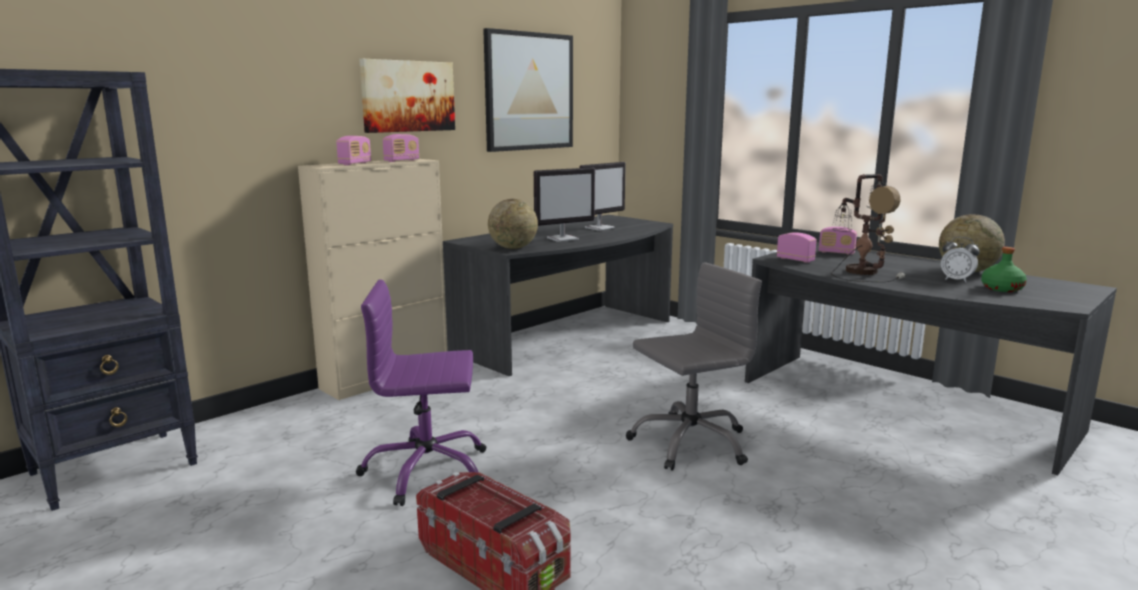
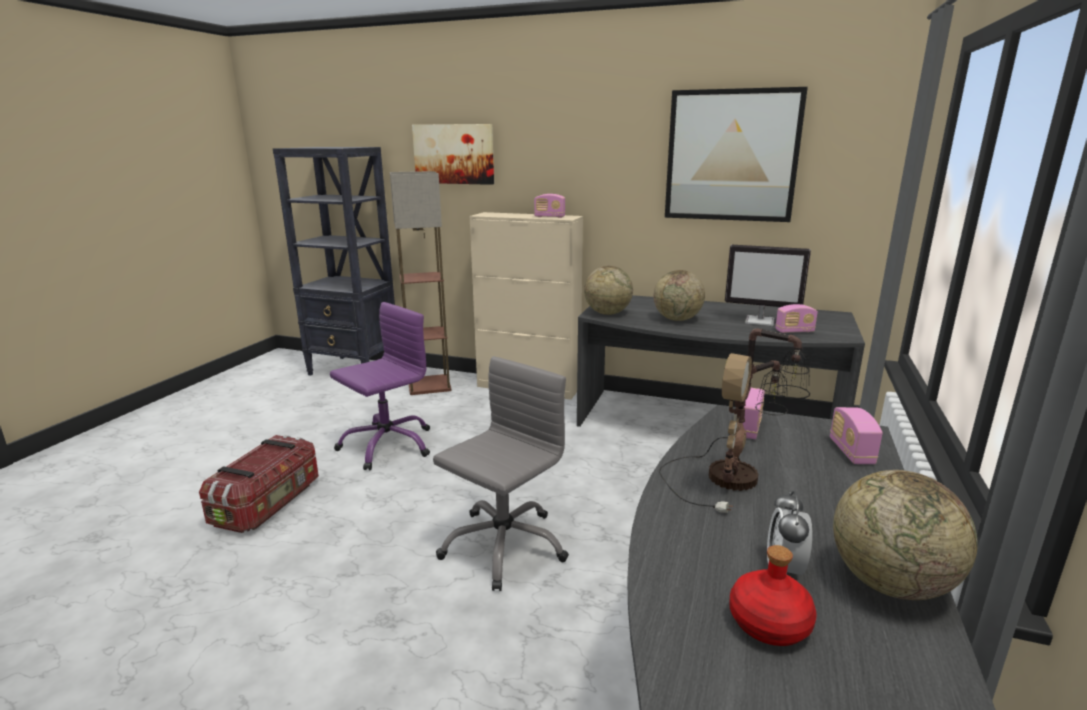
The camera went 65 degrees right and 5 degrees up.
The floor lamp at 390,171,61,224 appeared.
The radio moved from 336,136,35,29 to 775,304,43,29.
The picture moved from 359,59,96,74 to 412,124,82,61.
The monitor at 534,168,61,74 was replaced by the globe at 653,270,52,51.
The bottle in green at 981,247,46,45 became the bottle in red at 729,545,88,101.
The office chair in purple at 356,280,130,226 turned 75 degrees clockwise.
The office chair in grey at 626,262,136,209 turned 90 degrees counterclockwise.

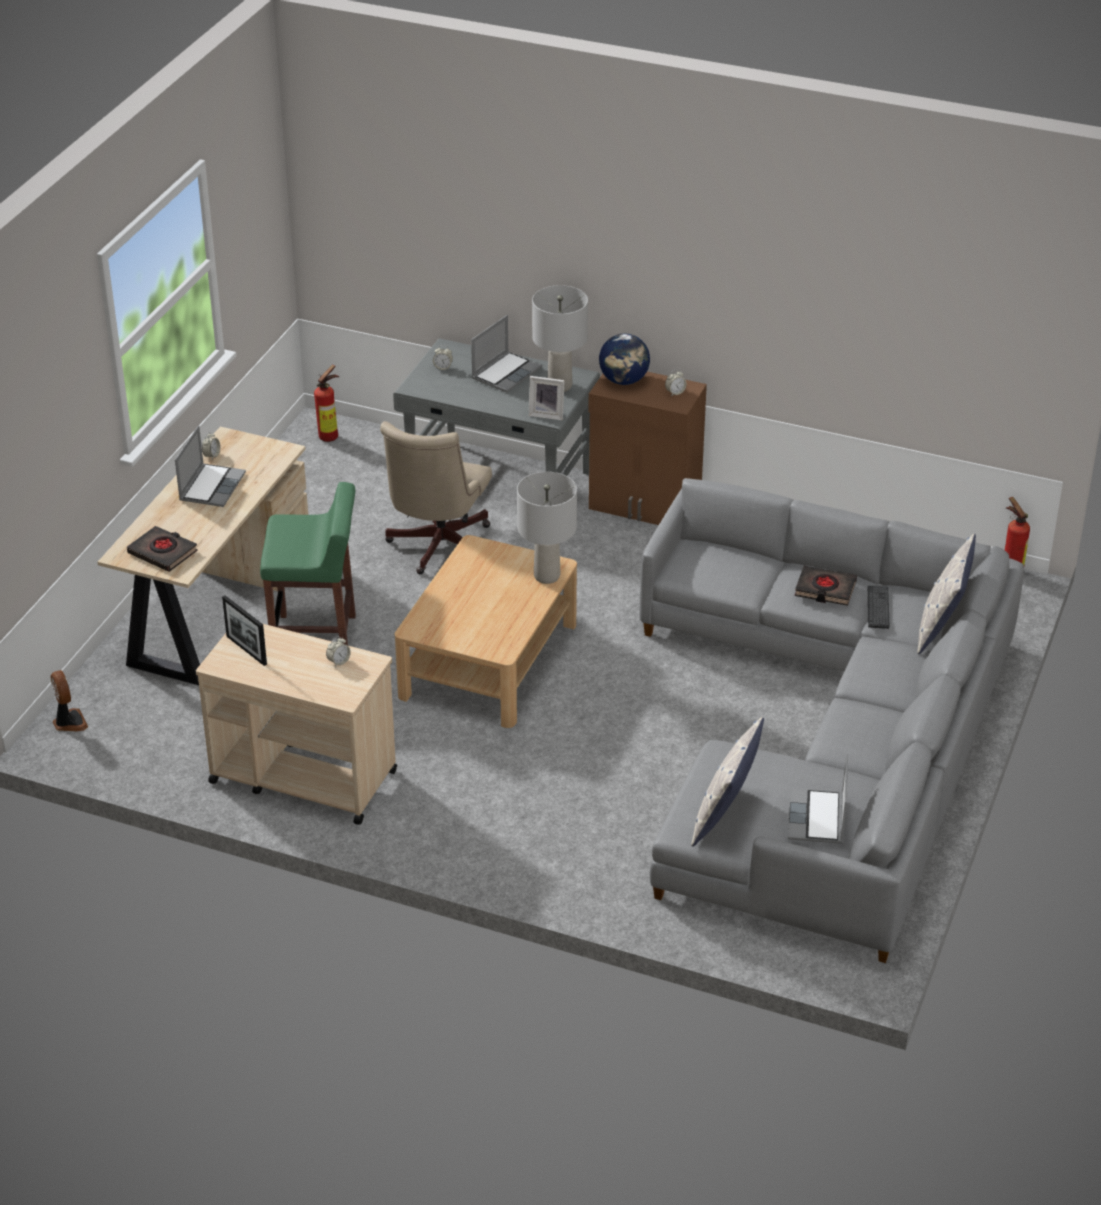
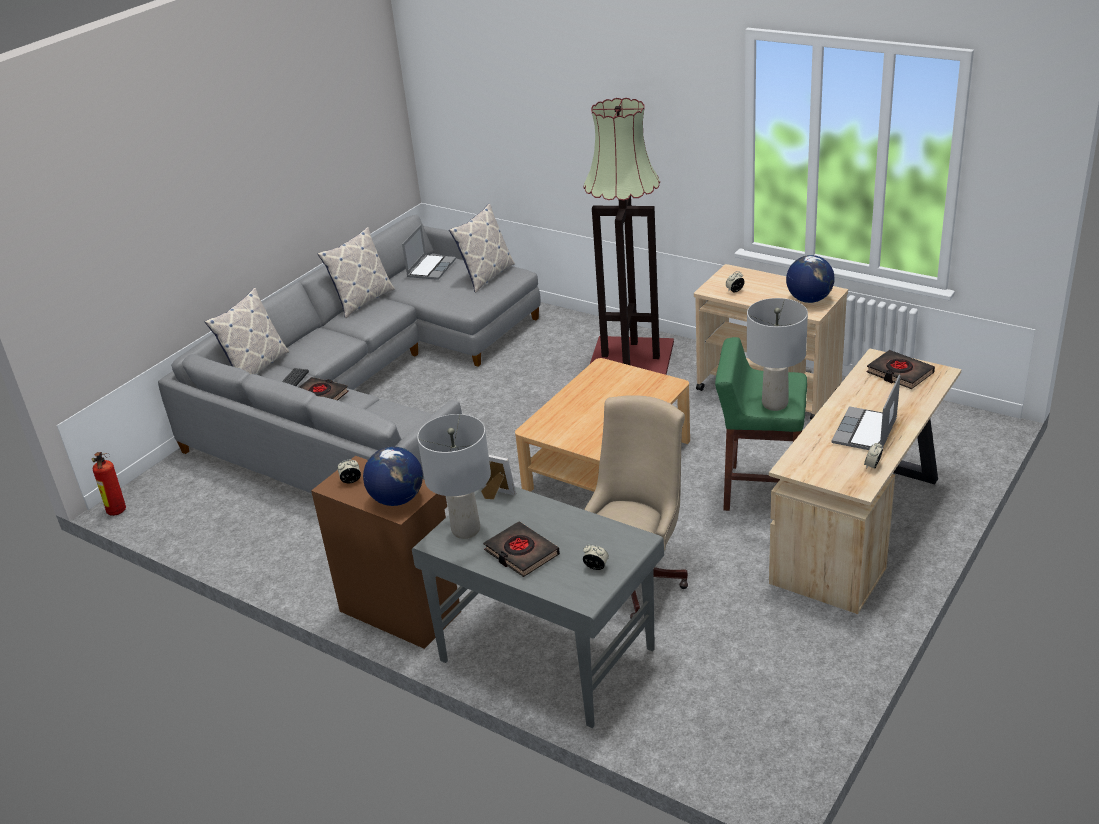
The camera went 165 degrees left and 5 degrees down.
The fan at 51,670,37,61 disappeared.
The fire extinguisher at 314,365,25,77 disappeared.
The pillow at 317,227,78,91 appeared.
The floor lamp at 583,98,91,277 appeared.
The table lamp in grey moved from 517,472,60,112 to 747,298,61,113.
The picture frame at 222,596,45,70 was replaced by the globe at 786,255,49,48.
The laptop at 471,315,71,78 was replaced by the book in black at 483,522,77,55.

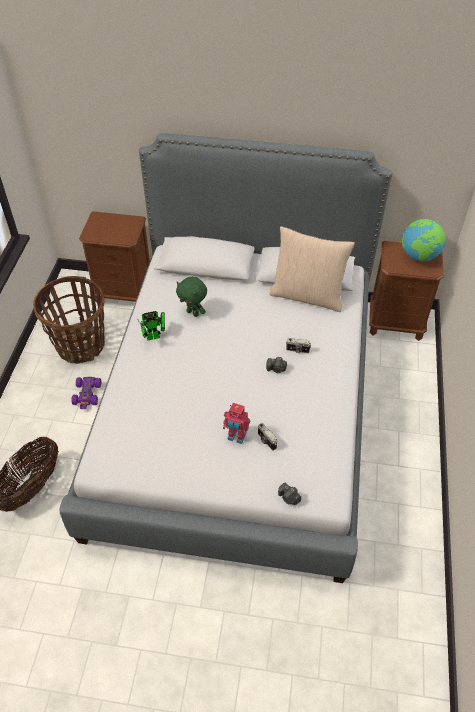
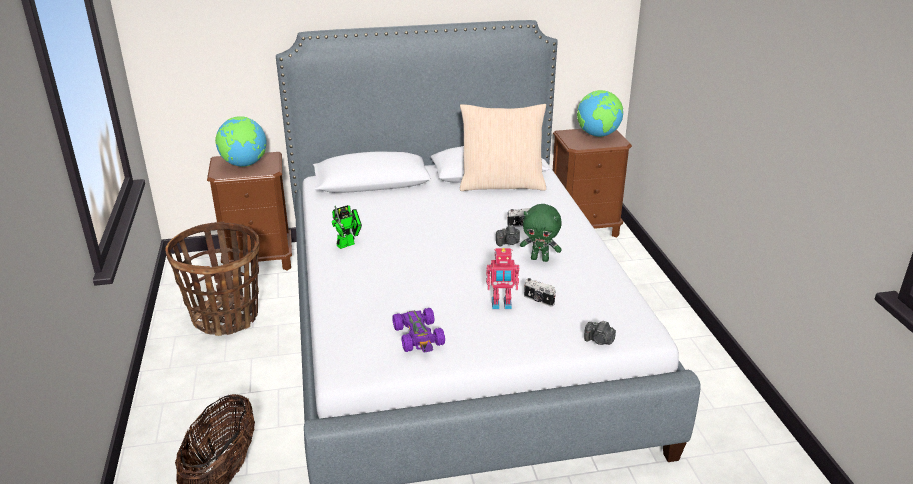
The camera went 20 degrees left and 20 degrees down.
The globe at 215,116,51,51 appeared.
The toy car in purple moved from 72,377,29,32 to 392,308,53,44.
The plush toy in green moved from 176,276,31,41 to 520,204,42,58.

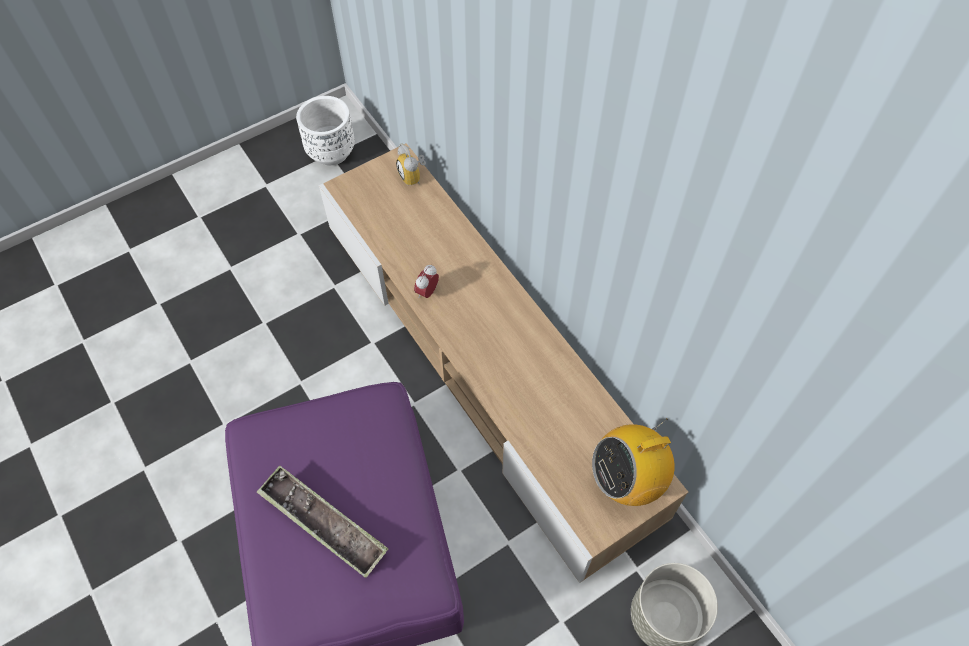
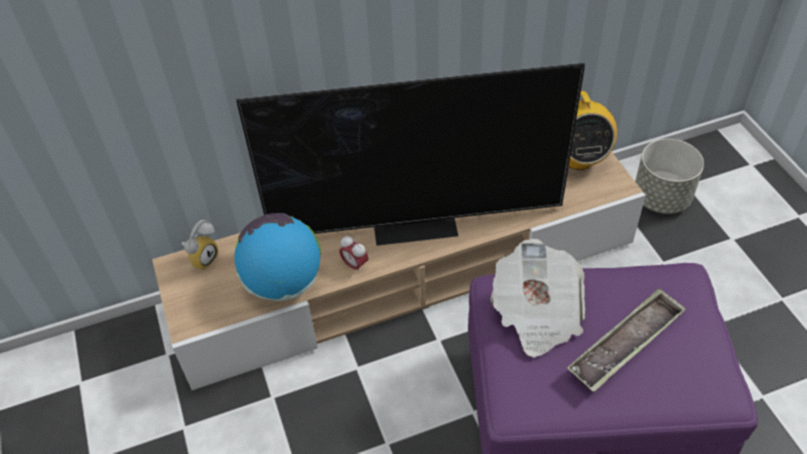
The camera went 75 degrees left and 10 degrees down.
The planter in white at 296,96,59,70 disappeared.
The globe at 234,213,87,88 appeared.
The television at 236,63,349,183 appeared.
The newspaper at 491,239,94,119 appeared.
The alarm clock at 396,144,30,41 turned 45 degrees counterclockwise.

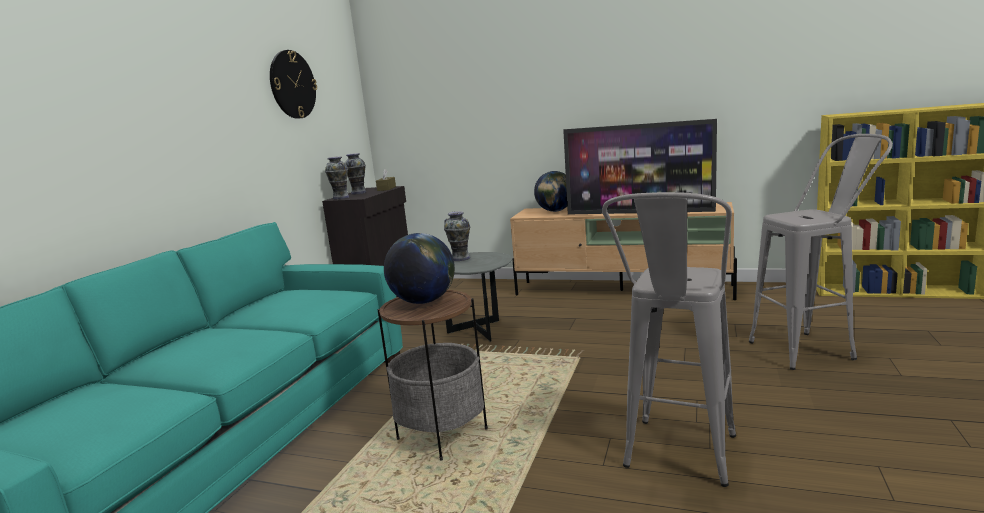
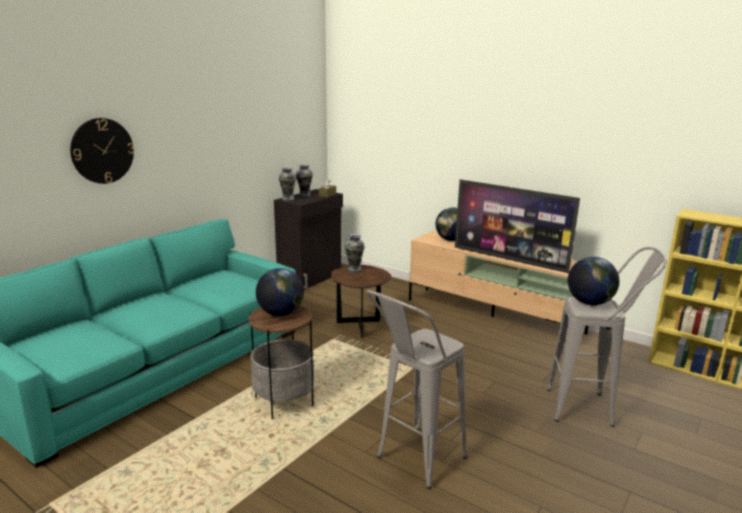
The camera went 15 degrees right and 5 degrees up.
The globe at 568,257,51,48 appeared.
The wall clock moved from 270,50,47,69 to 70,118,65,66.
The side table in grey at 446,252,66,90 became the side table in brown at 331,265,60,73.

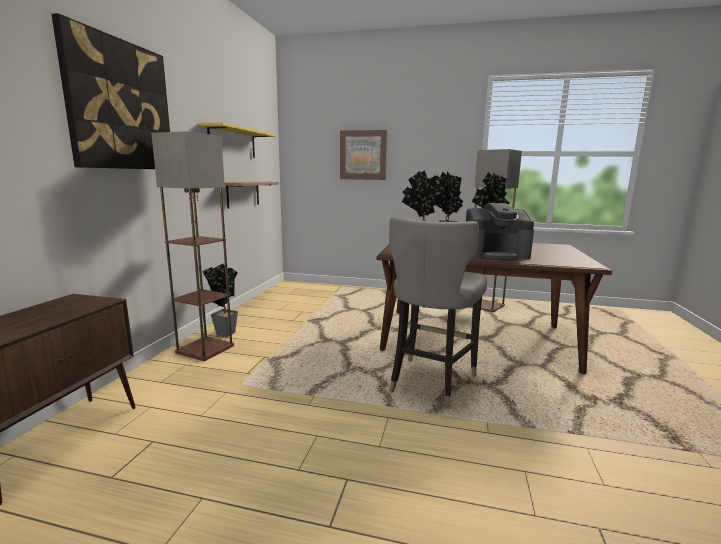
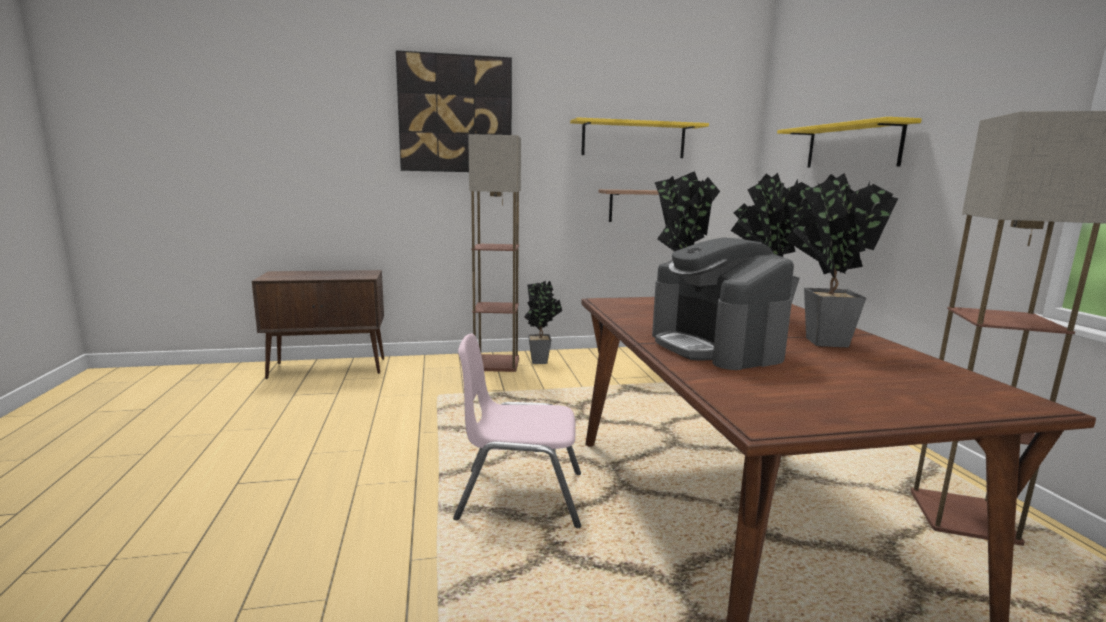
The camera went 65 degrees right and 0 degrees up.
The picture at 340,130,47,50 was replaced by the shelf in yellow at 777,117,145,51.
The stool in grey at 389,216,99,193 was replaced by the chair in pink at 453,333,128,195.

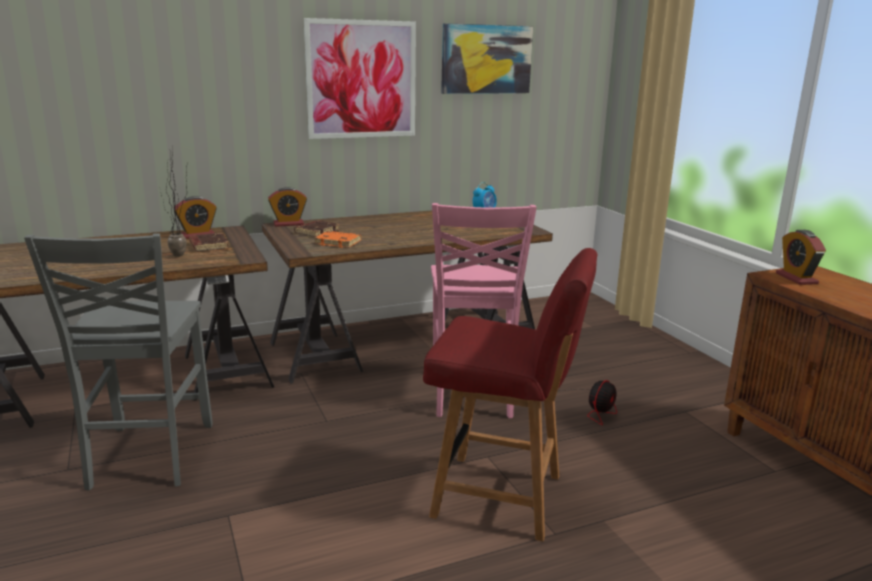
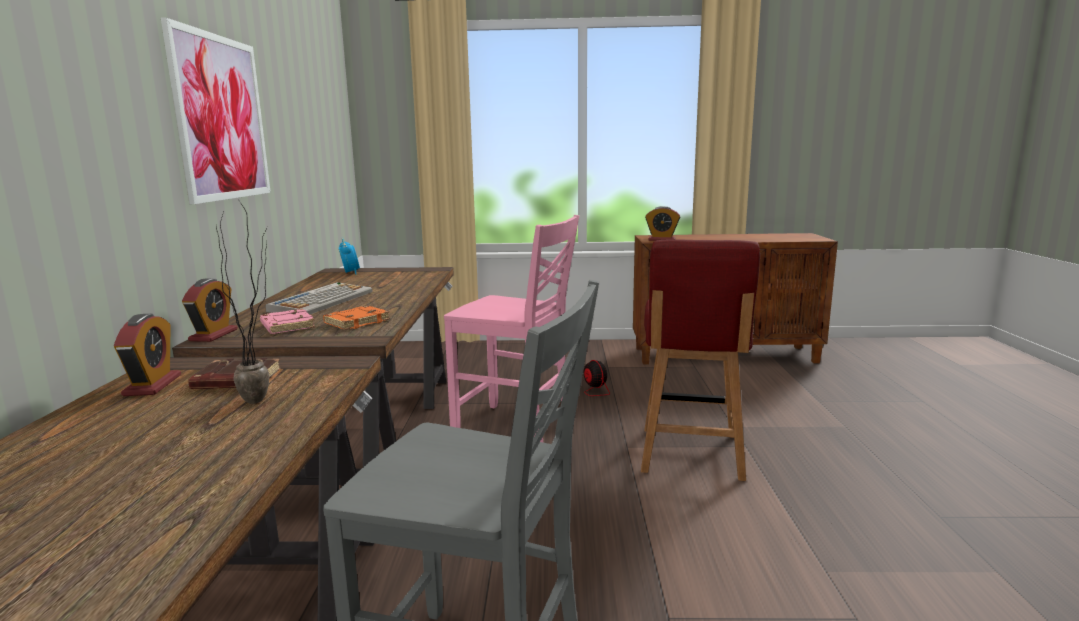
The camera went 65 degrees left and 5 degrees down.
The picture at 441,23,92,71 disappeared.
The keyboard at 265,282,107,33 appeared.
The book in brown at 294,220,46,17 became the book in pink at 260,309,55,25.
The chair in red at 423,248,174,293 turned 150 degrees clockwise.

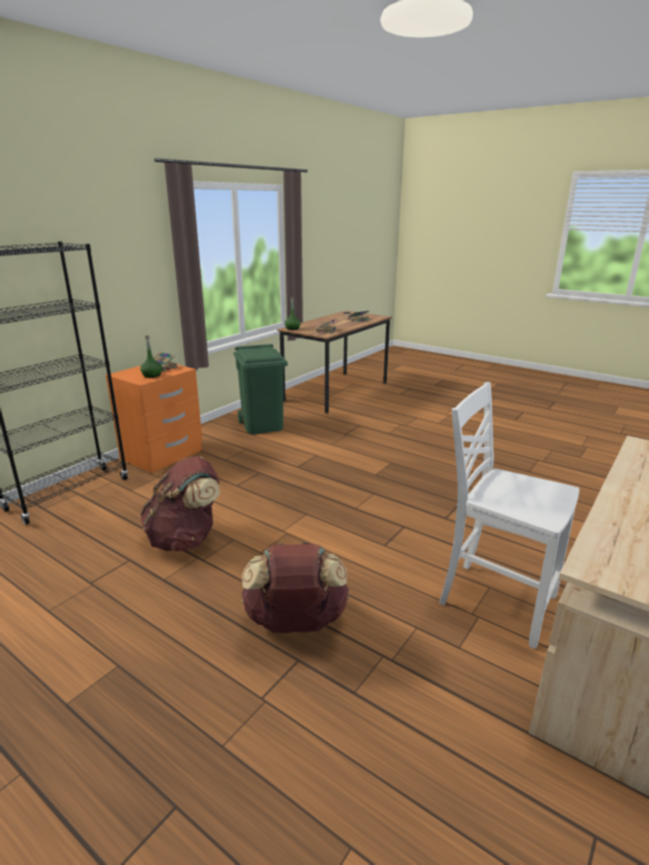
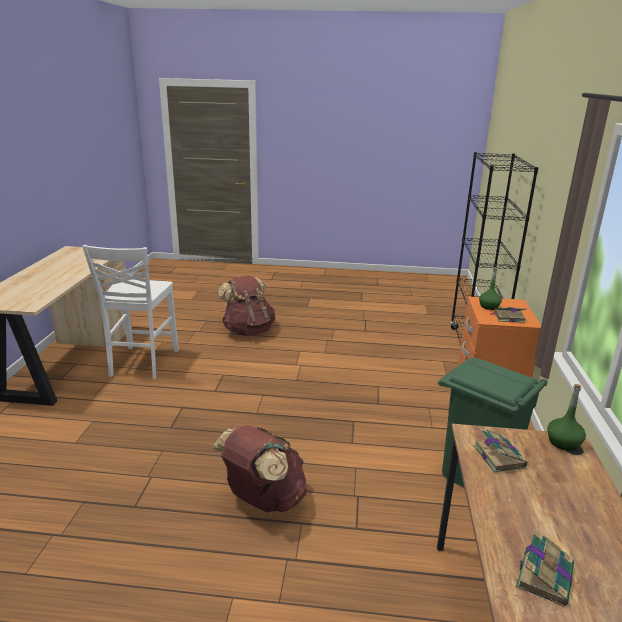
The camera went 150 degrees right and 0 degrees up.
The backpack in brown moved from 140,456,80,96 to 211,425,96,87.
The chair in white at 439,382,140,267 turned 90 degrees clockwise.

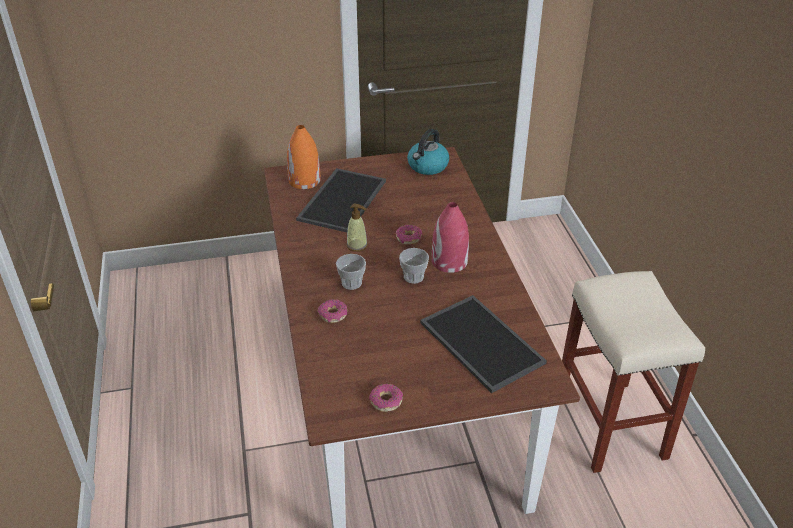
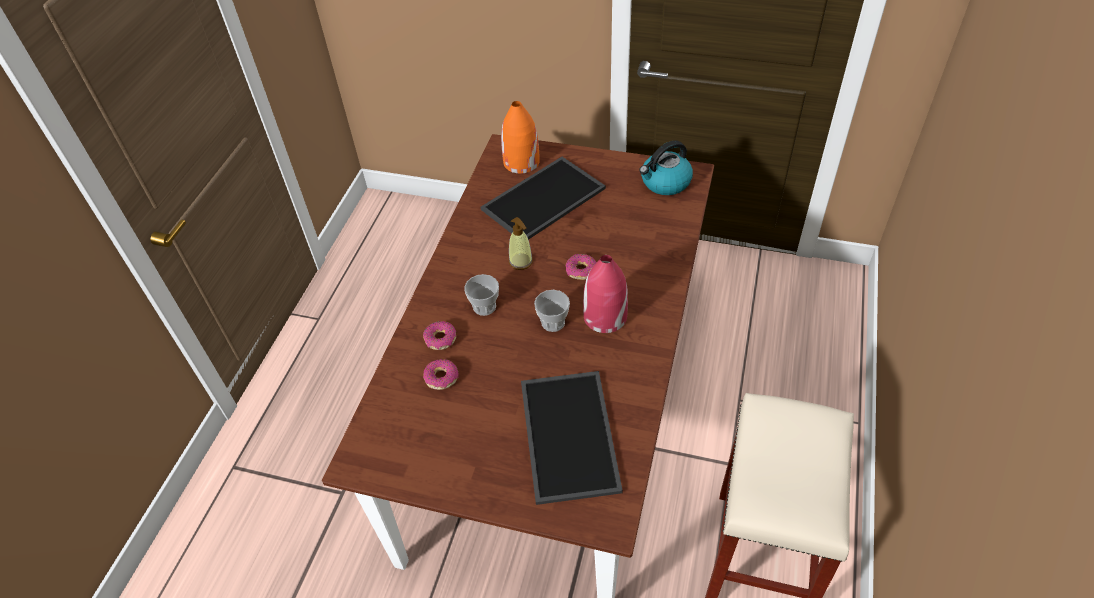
The camera went 30 degrees right and 10 degrees up.
The donut moved from 369,384,34,28 to 423,359,35,31.

